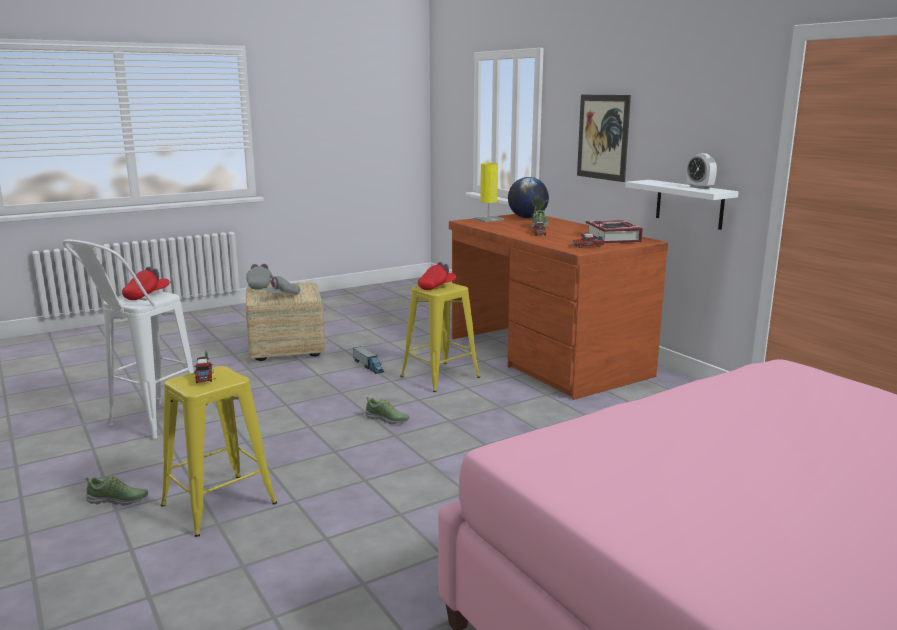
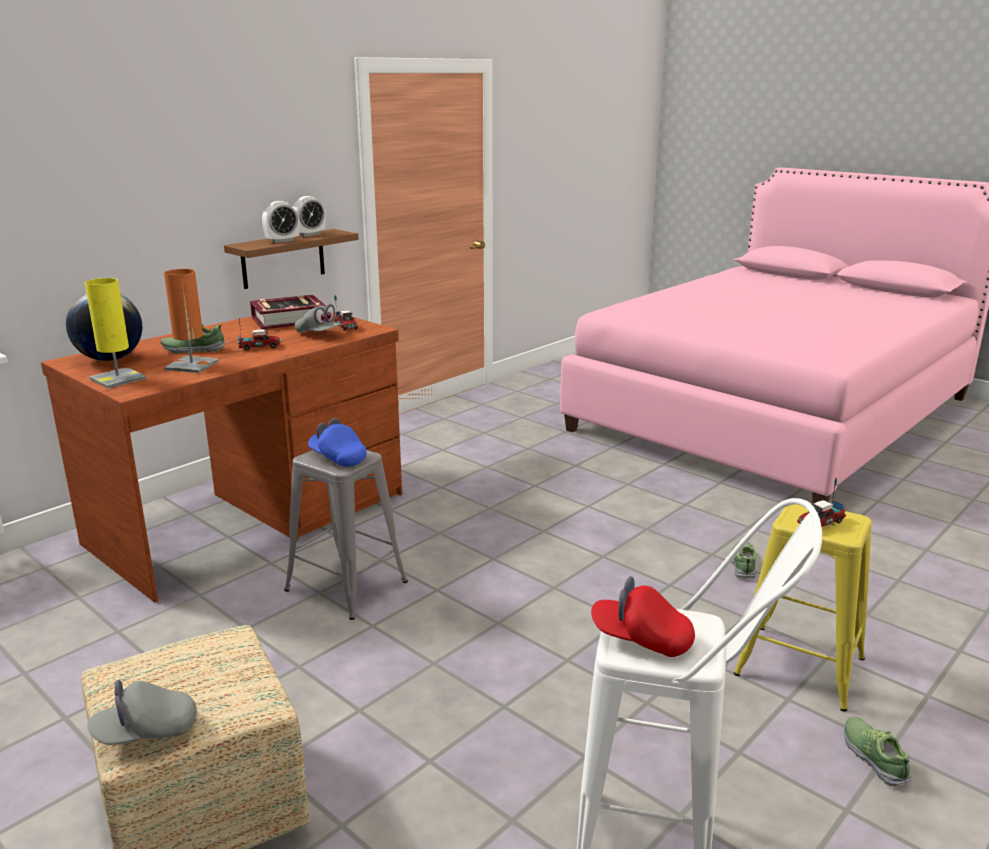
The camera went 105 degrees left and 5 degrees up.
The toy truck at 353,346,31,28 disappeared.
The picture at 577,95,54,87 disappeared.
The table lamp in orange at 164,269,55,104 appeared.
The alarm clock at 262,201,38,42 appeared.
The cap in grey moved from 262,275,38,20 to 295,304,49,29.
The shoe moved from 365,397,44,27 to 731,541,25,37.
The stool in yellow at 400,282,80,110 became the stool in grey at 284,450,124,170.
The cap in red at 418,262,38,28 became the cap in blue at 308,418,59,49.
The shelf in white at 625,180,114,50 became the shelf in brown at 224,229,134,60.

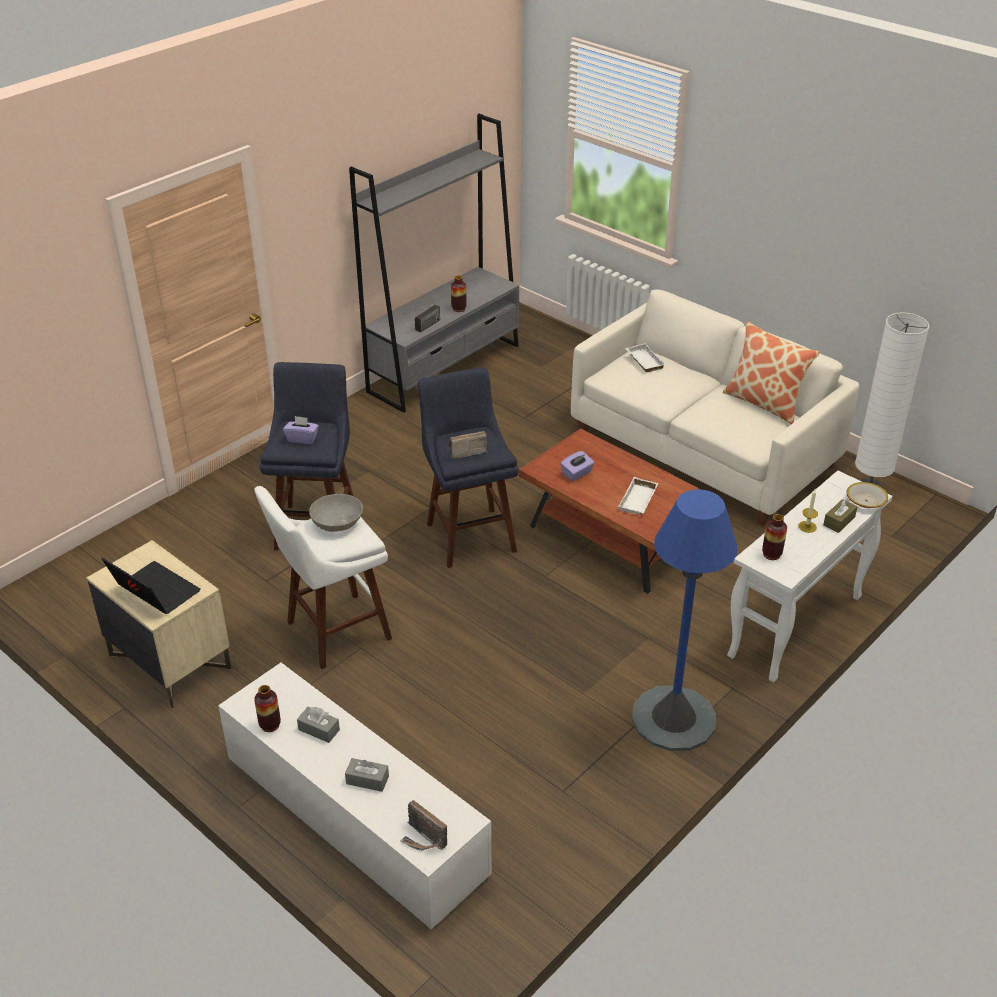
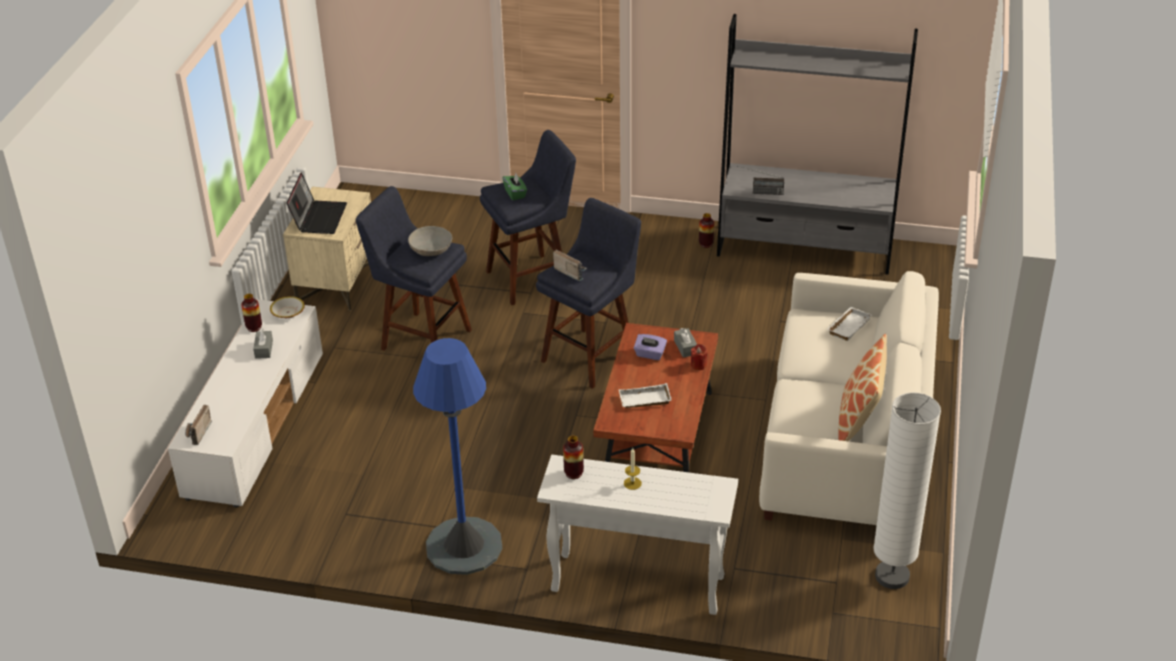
The camera went 60 degrees right and 0 degrees up.
The tissue box in brown at 823,499,35,34 disappeared.
The candle in red at 691,344,16,26 appeared.
The tissue box in grey moved from 345,758,44,34 to 674,328,23,30.
The vase moved from 451,275,15,37 to 699,213,15,35.
The bowl moved from 846,482,42,26 to 270,296,35,22.
The stool in white at 254,486,138,183 became the stool in blue at 356,186,116,165.
The tissue box in purple at 283,416,36,28 became the tissue box in green at 503,173,24,27.

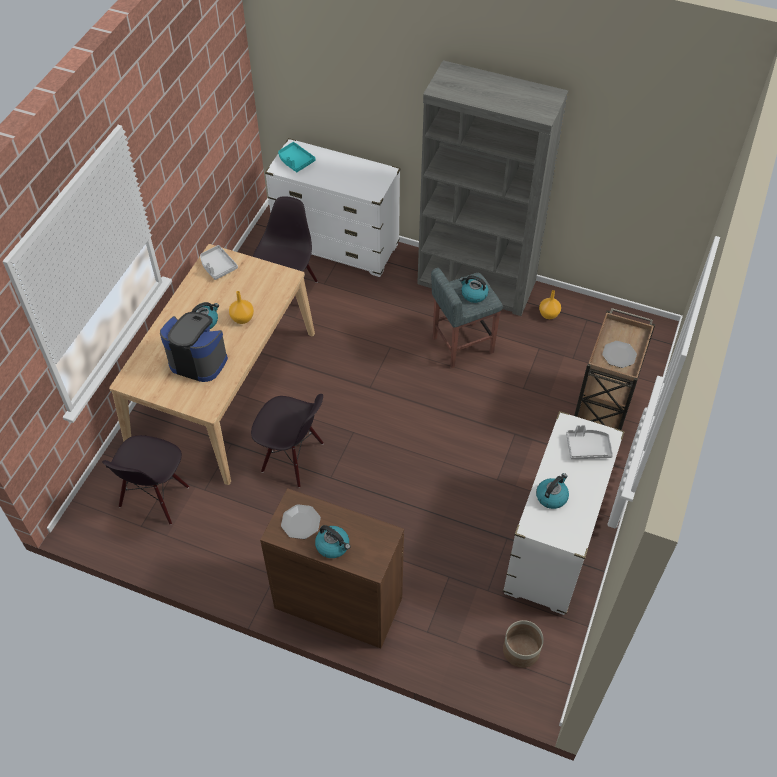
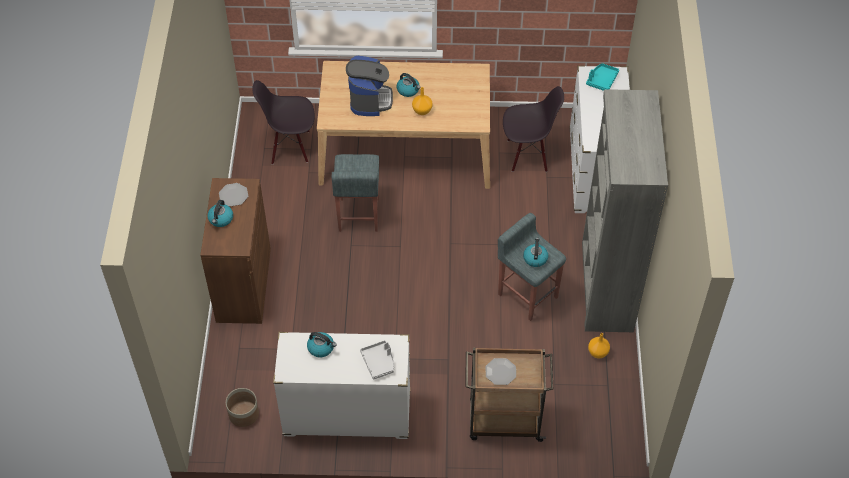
The camera went 70 degrees right and 0 degrees up.
The tray in grey at 200,245,38,35 disappeared.
The chair in black at 251,394,73,94 was replaced by the stool in grey at 332,154,47,78.

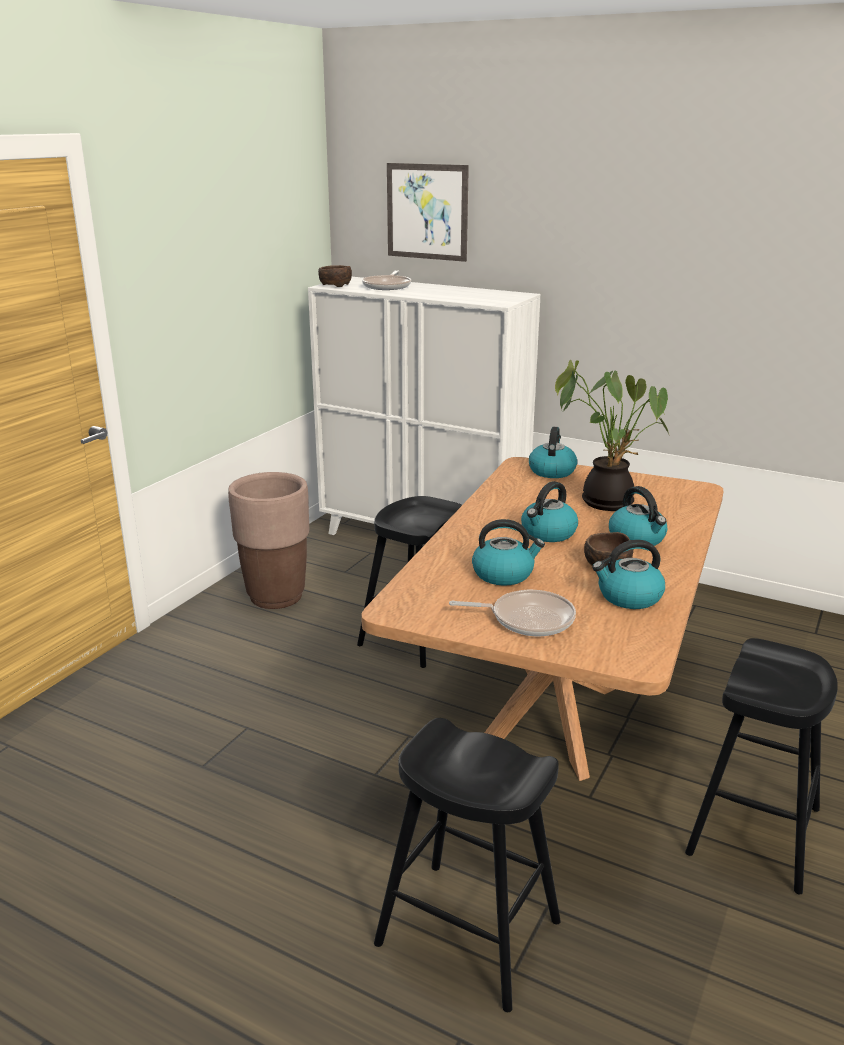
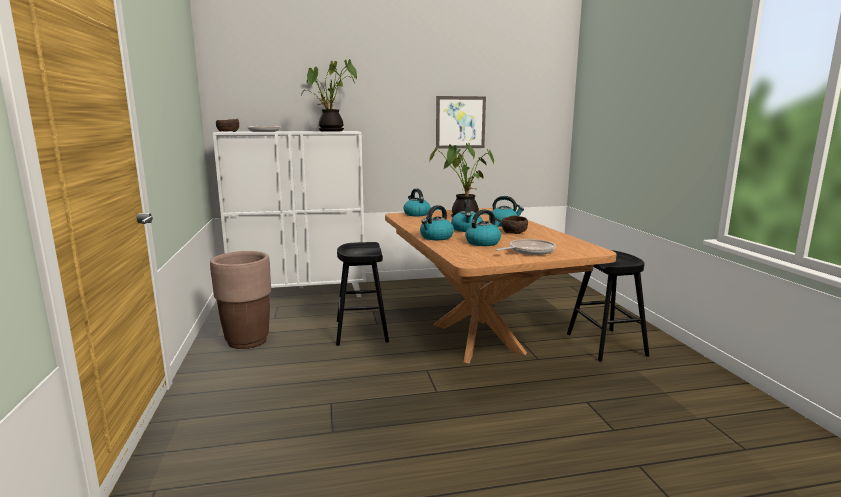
The camera went 40 degrees left and 10 degrees down.
The stool in black at 374,718,187,294 disappeared.
The potted plant at 301,59,56,73 appeared.
The picture moved from 387,163,82,99 to 436,96,50,53.
The kettle moved from 592,540,73,69 to 420,205,34,35.

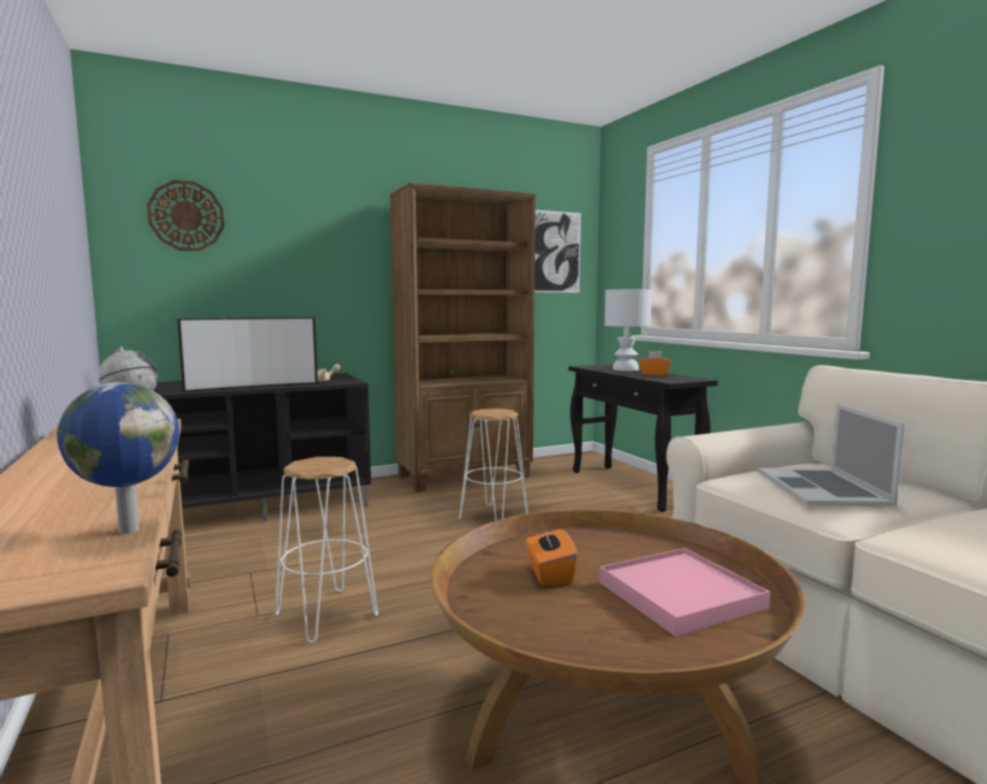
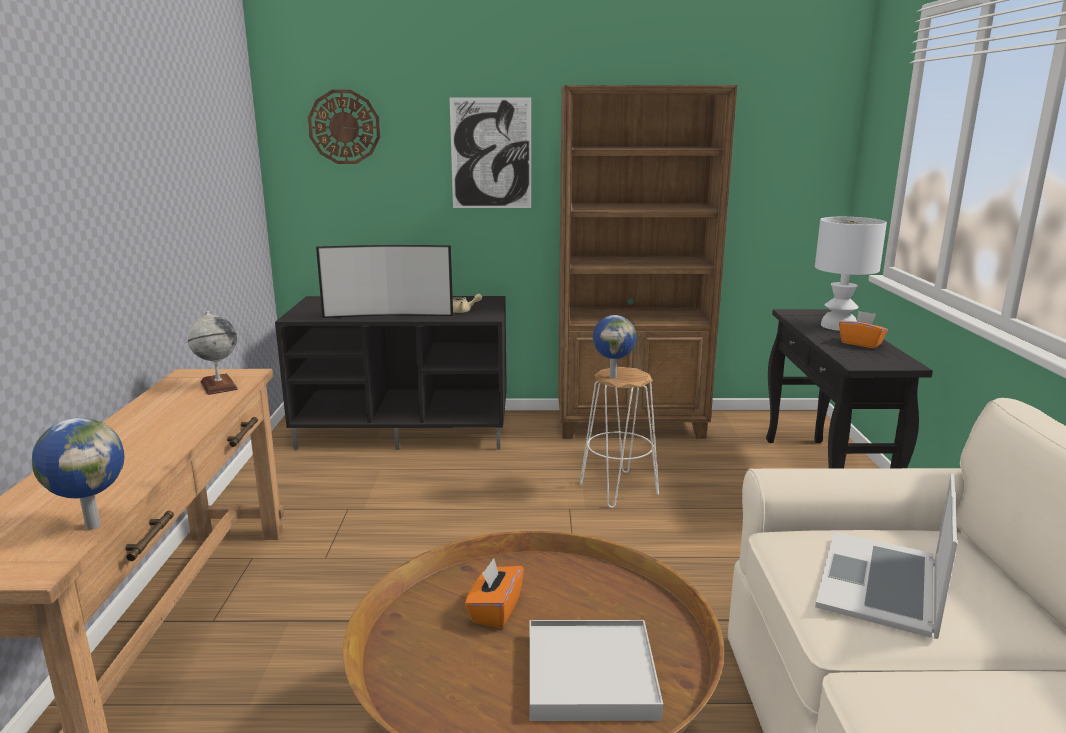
The camera went 25 degrees right and 10 degrees up.
The stool in white at 275,457,103,186 disappeared.
The globe at 593,315,44,64 appeared.
The picture moved from 535,210,46,83 to 450,98,81,110.
The tray in pink at 600,548,170,88 became the tray in white at 529,620,134,101.

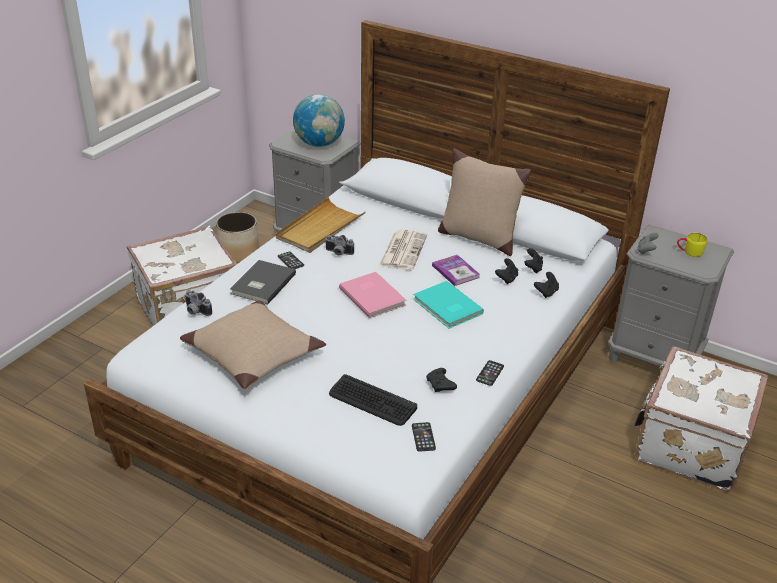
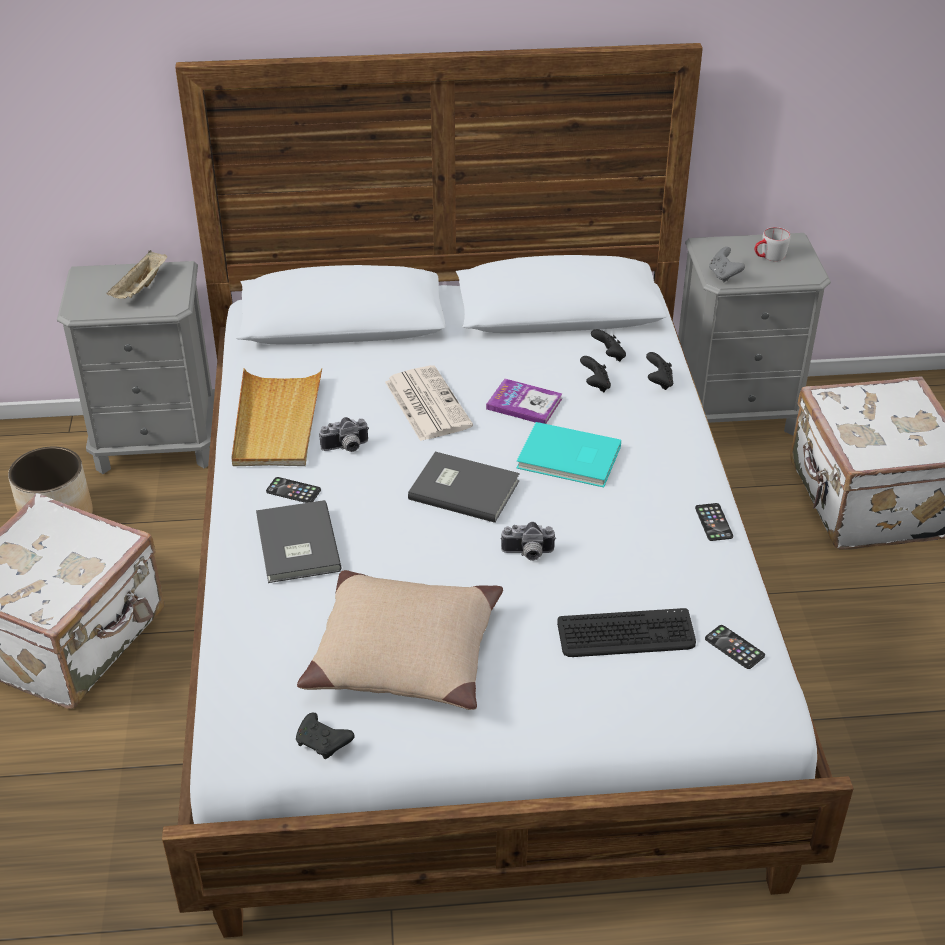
The camera went 35 degrees left and 5 degrees up.
The pillow in beige at 438,149,93,107 disappeared.
The photo camera moved from 184,290,28,26 to 500,522,56,39.
The game controller in black moved from 426,368,31,24 to 296,713,58,46.
The globe at 293,94,52,53 was replaced by the tray in beige at 107,250,60,49.
The book in pink at 339,272,68,46 became the book in grey at 408,452,112,71.
The mug in yellow at 677,233,31,24 became the mug in grey at 755,227,36,34.

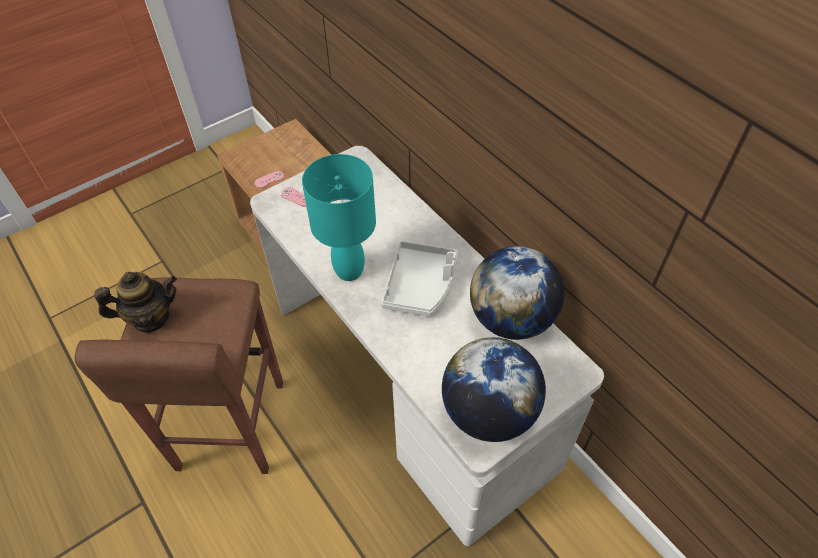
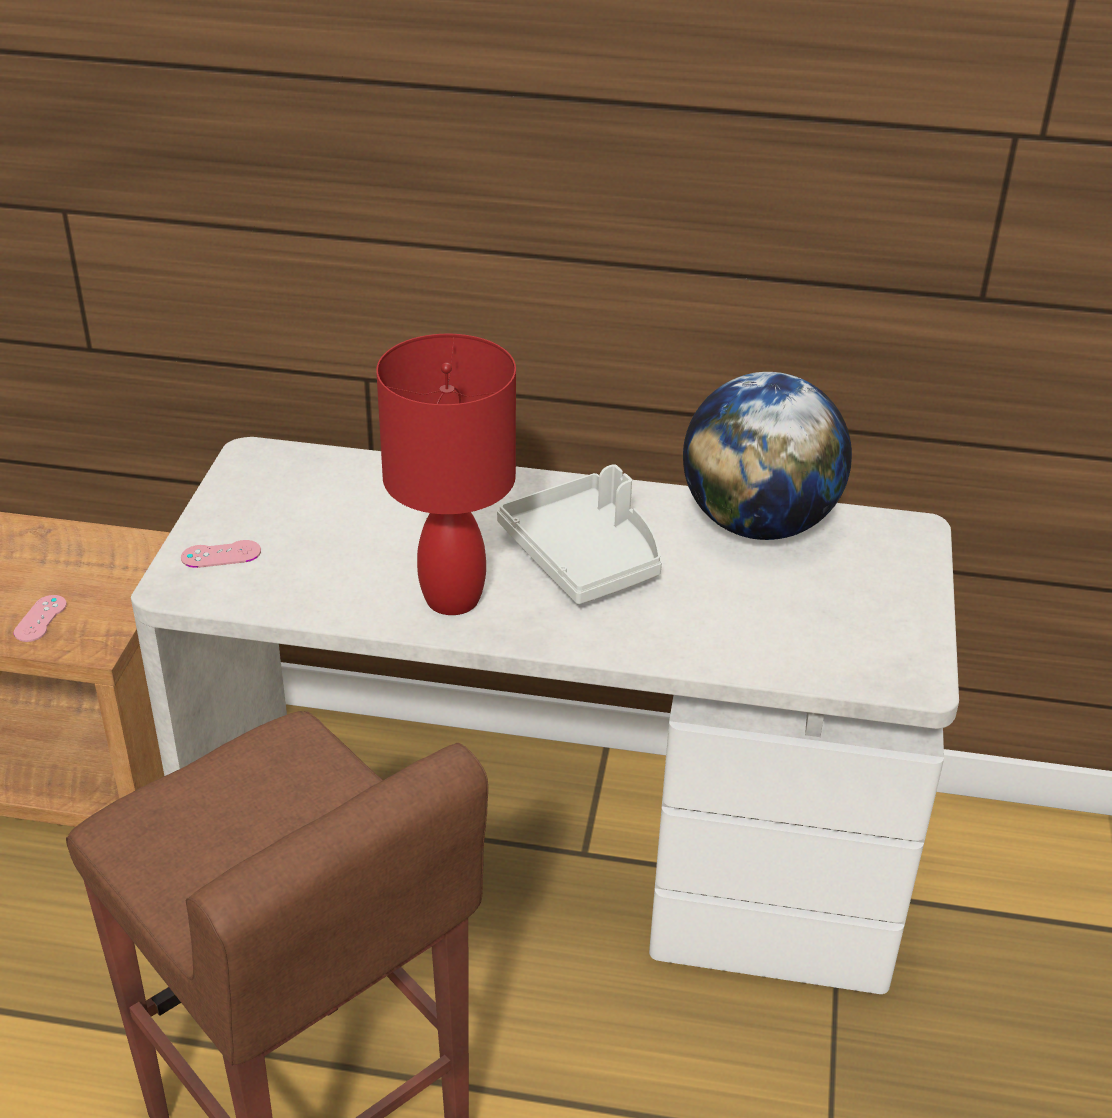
The camera went 45 degrees left and 15 degrees down.
The teapot at 94,272,83,61 disappeared.
The globe at 442,337,104,105 disappeared.
The table lamp in turquoise at 302,154,74,127 became the table lamp in red at 376,334,140,281.

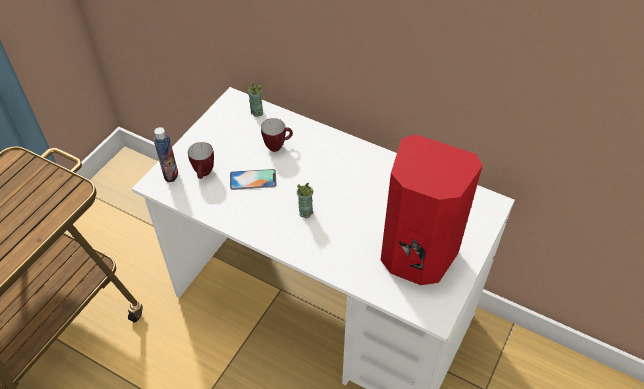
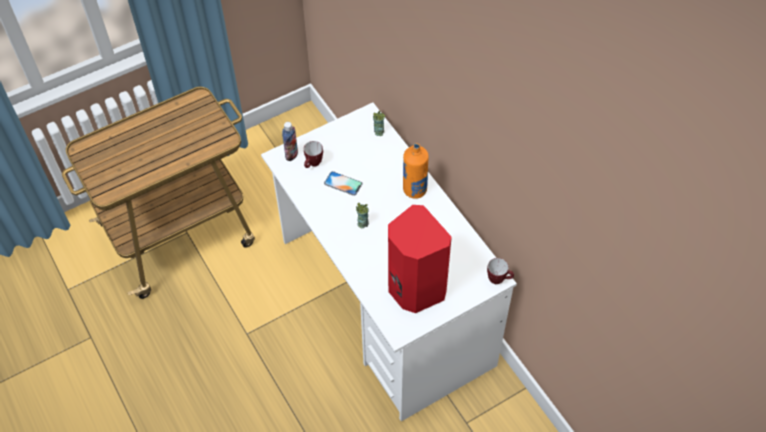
The camera went 30 degrees right and 5 degrees up.
The bottle in orange at 403,143,26,56 appeared.
The mug moved from 261,118,32,34 to 487,258,27,26.

